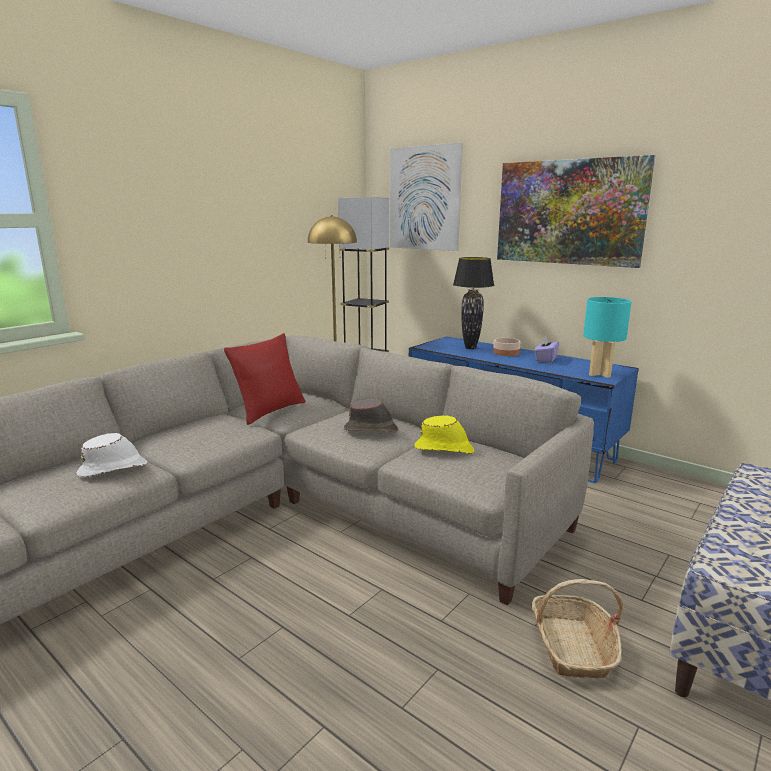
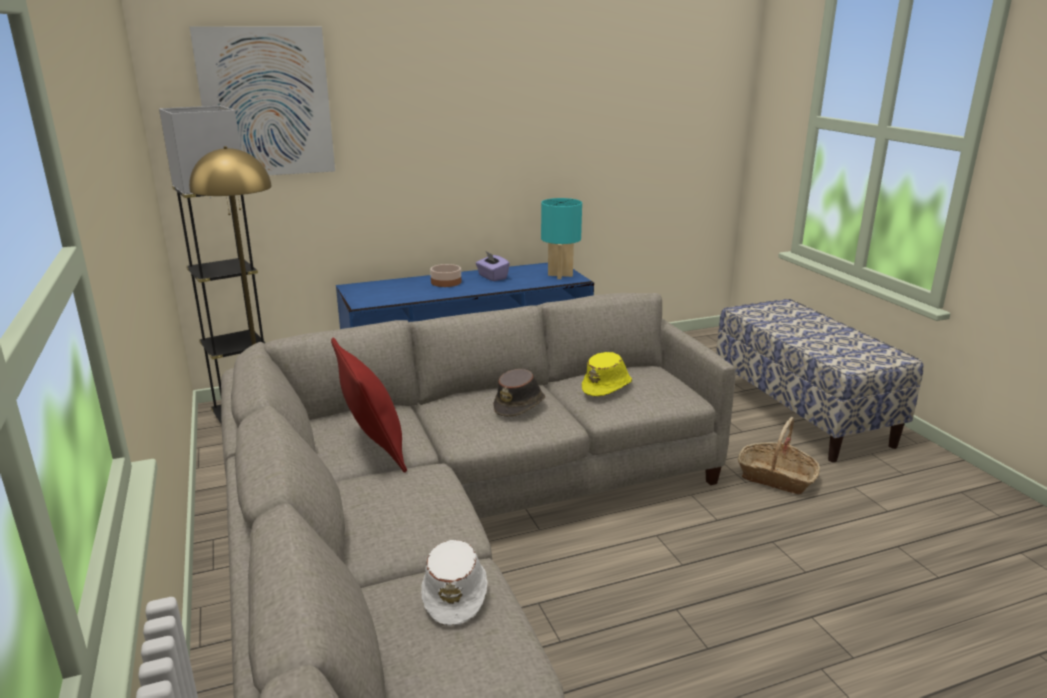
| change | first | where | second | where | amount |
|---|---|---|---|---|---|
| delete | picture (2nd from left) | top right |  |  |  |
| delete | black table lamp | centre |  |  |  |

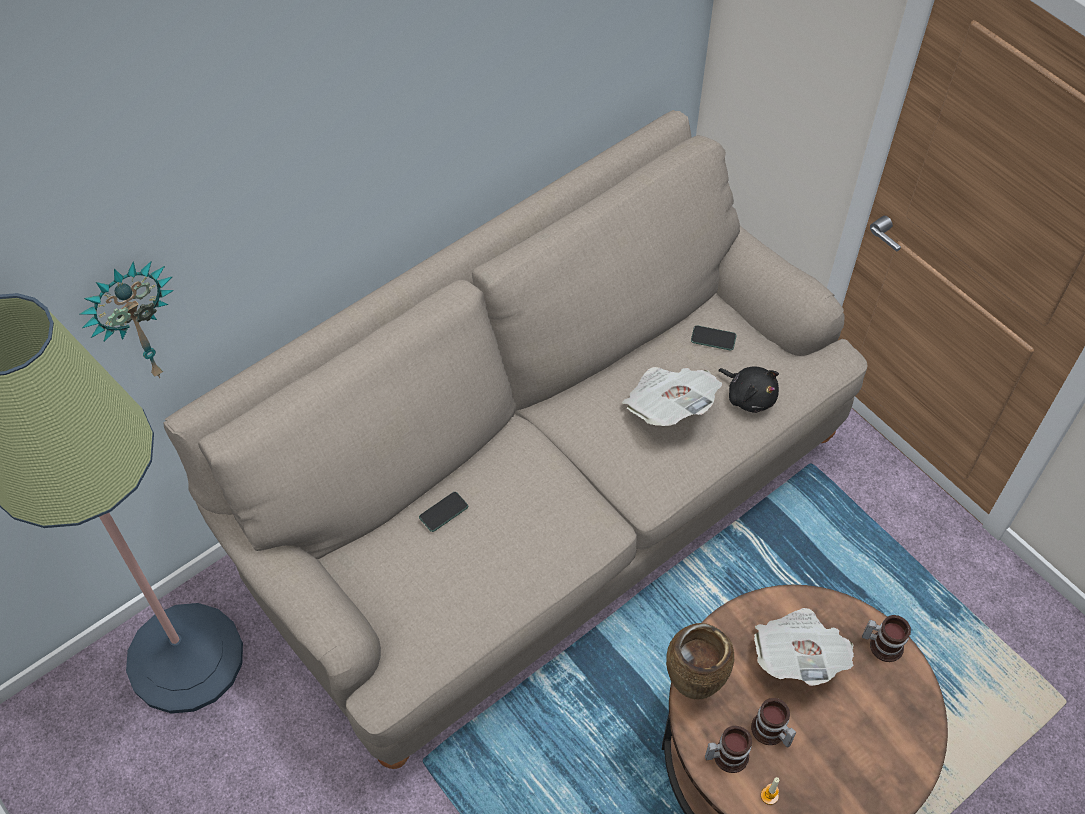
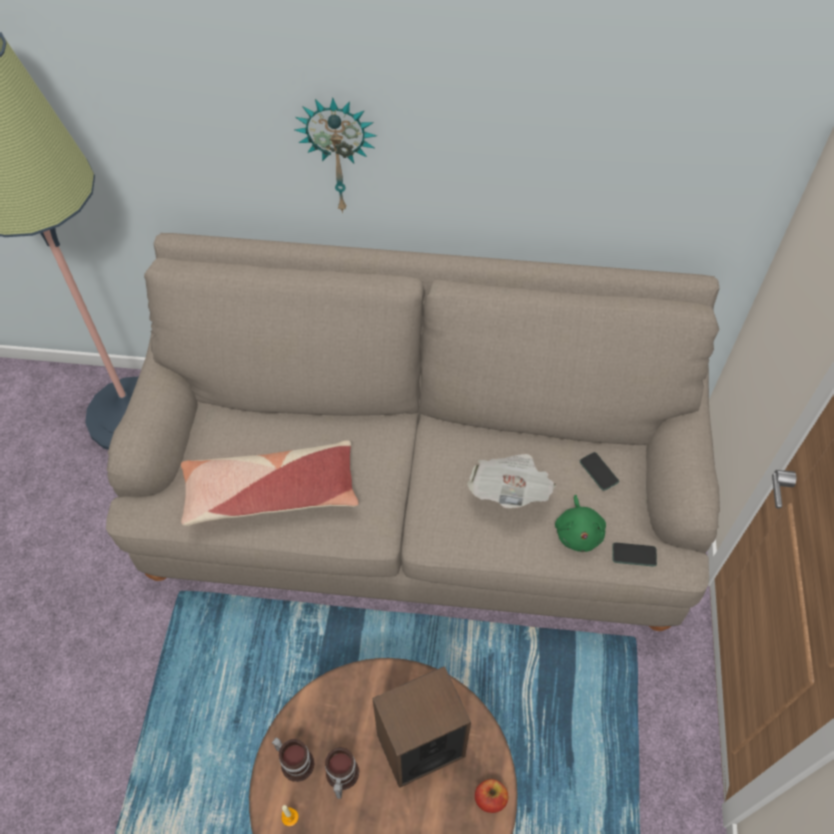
| change | first | where | second | where | amount |
|---|---|---|---|---|---|
| move | wall clock | middle left |  | top centre |  |
| recolor | black plush toy | middle right | green plush toy | middle right |  |
| move | phone (1st from left in the first image) | centre | phone (2nd from left) | middle right |  |
| replace | newspaper (2nd from left) | bottom right | speaker | bottom centre |  |
| replace | mug (3rd from left) | bottom right | apple | bottom centre |  |
| delete | brown vase | bottom centre |  |  |  |
| insert |  |  | pillow | middle left |  |

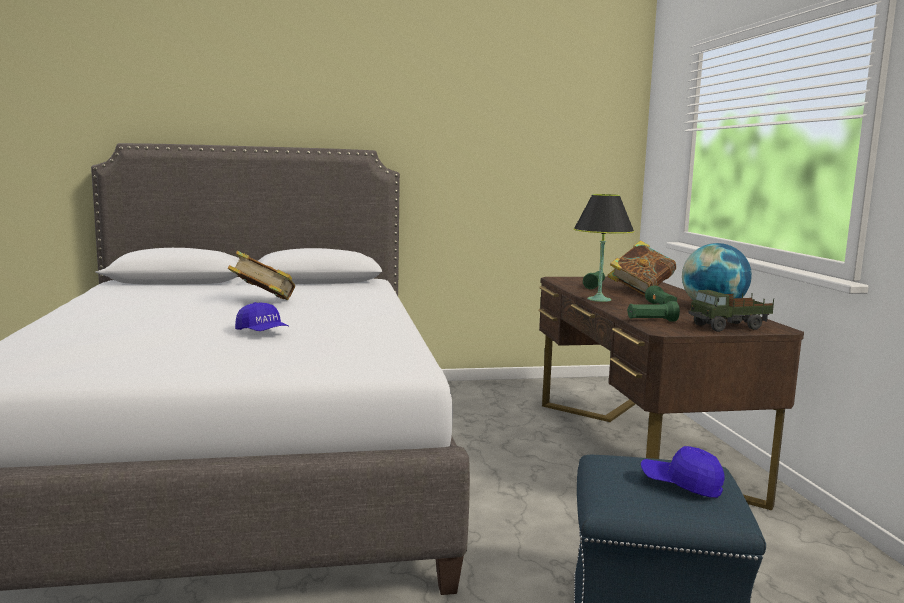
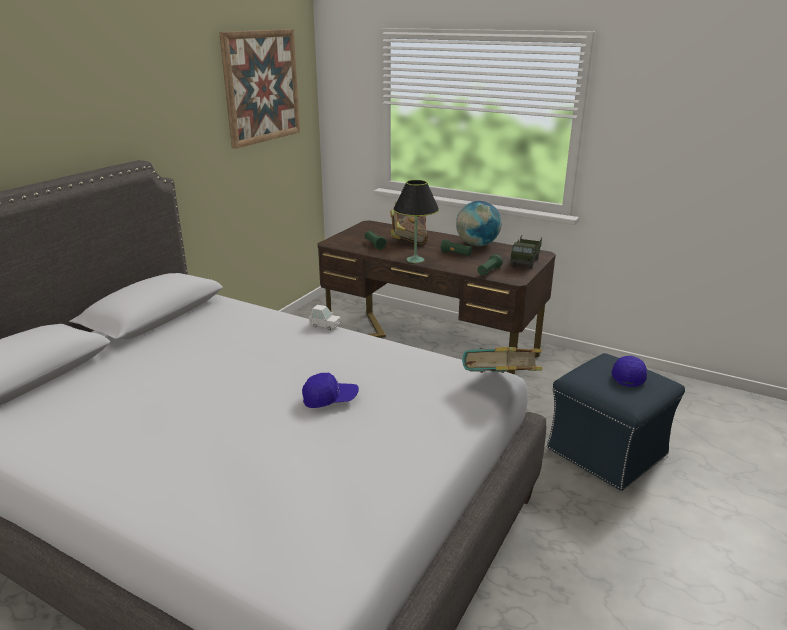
| change | first | where | second | where | amount |
|---|---|---|---|---|---|
| move | book (1st from left in the first image) | middle left | book (2nd from left) | centre |  |
| rotate | blue cap (2nd from left) | bottom right |  | middle right | 135 degrees clockwise |
| insert |  |  | picture | top left |  |
| insert |  |  | white toy car | centre |  |

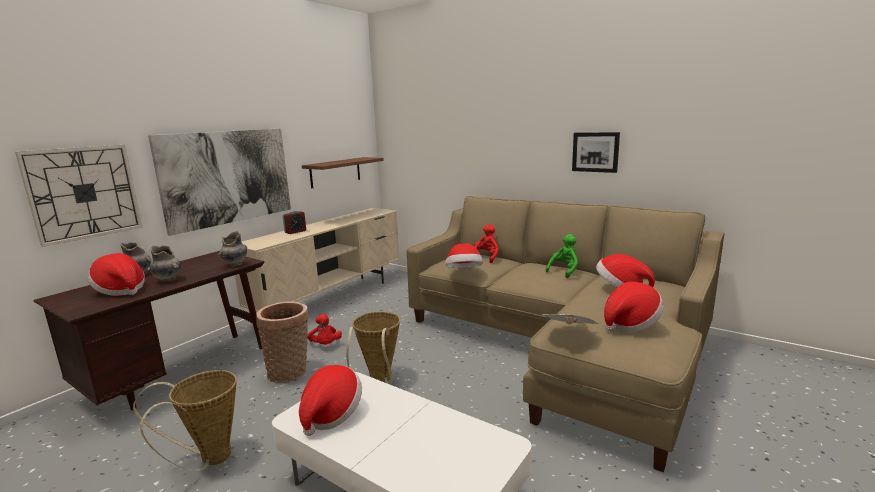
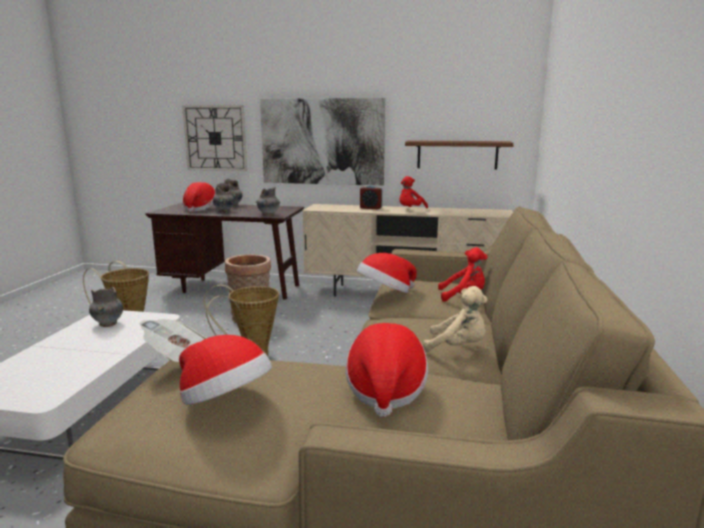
| change | first | where | second | where | amount |
|---|---|---|---|---|---|
| delete | picture (2nd from left) | top right |  |  |  |
| recolor | green plush toy | centre | beige plush toy | centre |  |
| move | red plush toy (1st from left) | bottom centre |  | centre |  |
| replace | hat (2nd from left) | bottom centre | grey vase (1st from left) | middle left |  |

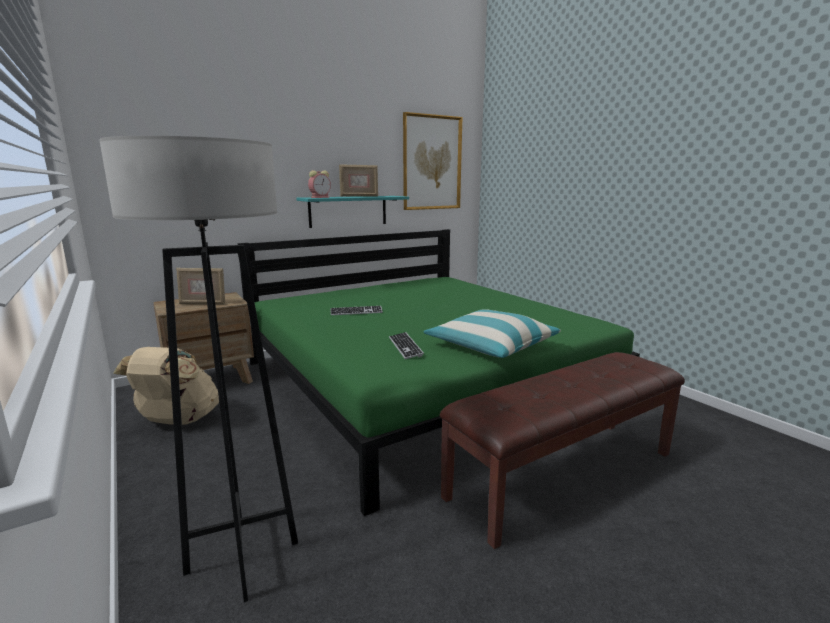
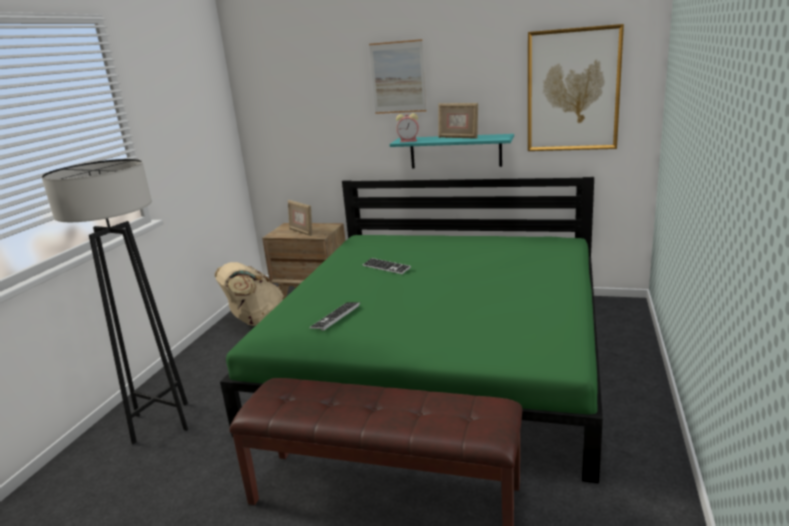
| change | first | where | second | where | amount |
|---|---|---|---|---|---|
| delete | pillow | centre |  |  |  |
| insert |  |  | picture (1st from left) | top centre |  |

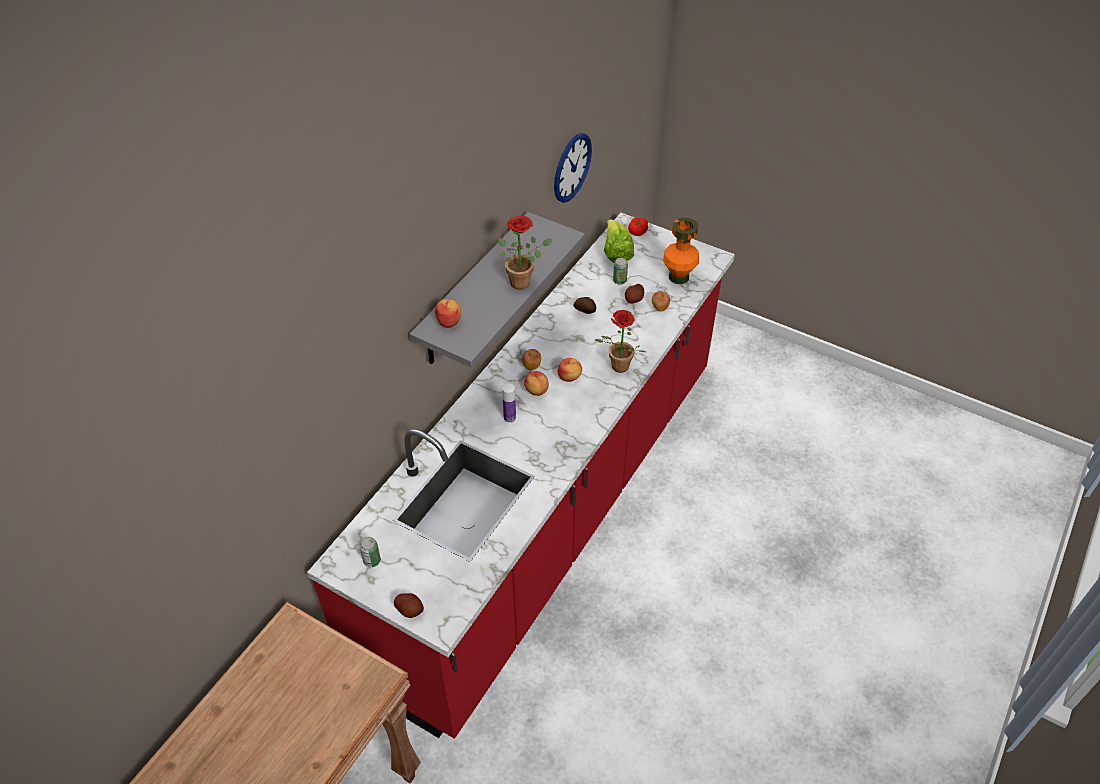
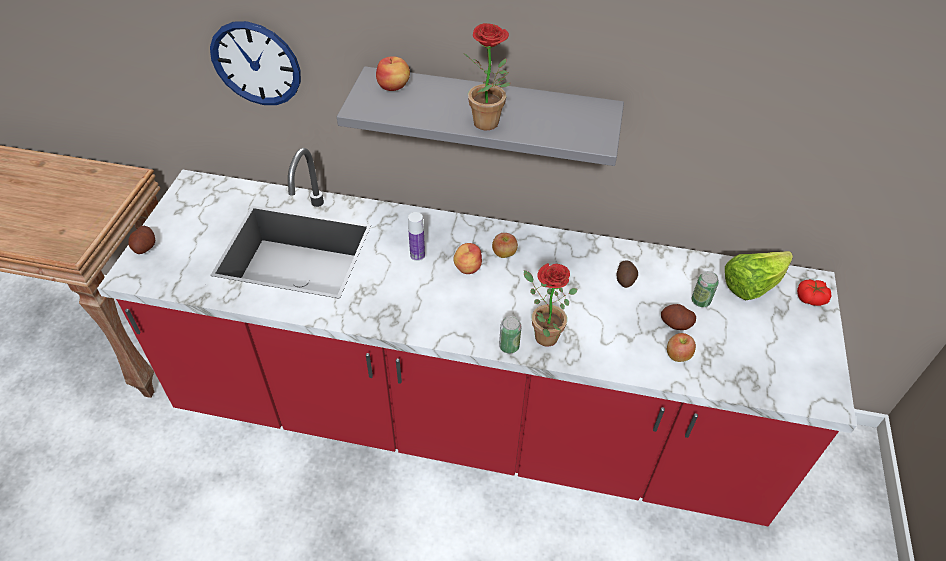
| change | first | where | second | where | amount |
|---|---|---|---|---|---|
| move | wall clock | top centre |  | top left |  |
| delete | orange vase | top centre |  |  |  |
| delete | apple (4th from left) | centre |  |  |  |
| move | can (1st from left) | bottom centre |  | centre |  |

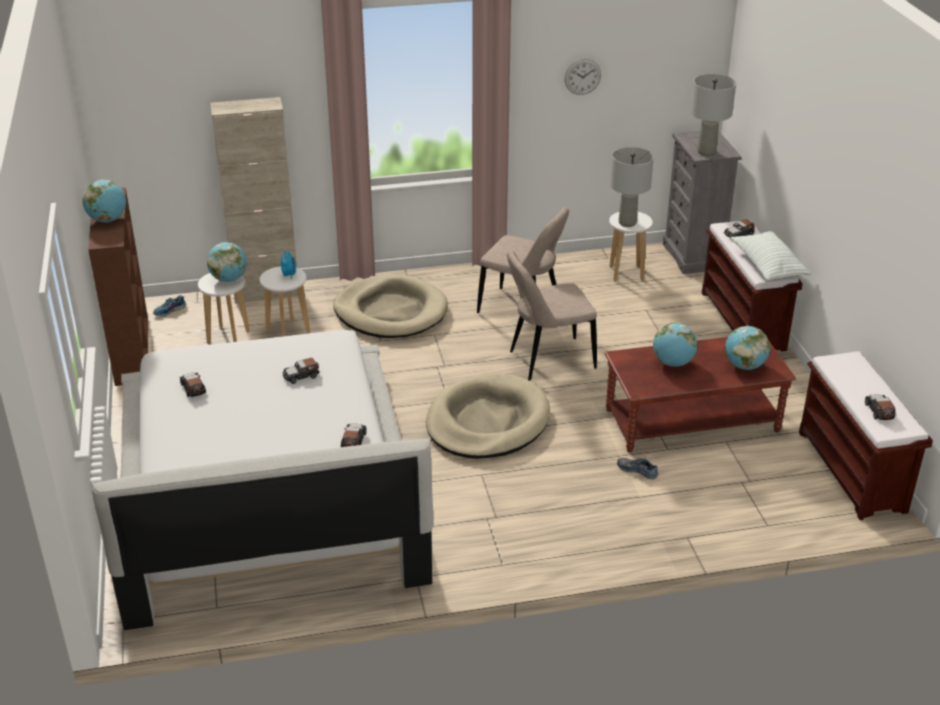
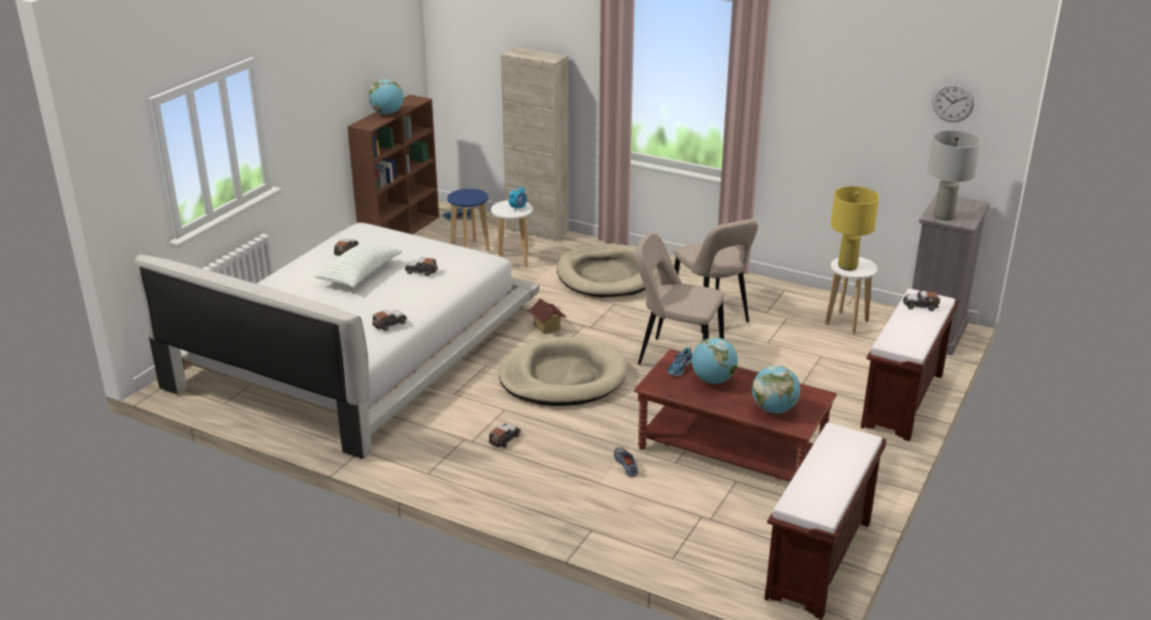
| change | first | where | second | where | amount |
|---|---|---|---|---|---|
| move | wall clock | top centre |  | top right |  |
| recolor | grey table lamp (1st from left) | top right | yellow table lamp | middle right |  |
| move | pillow | middle right |  | middle left |  |
| delete | globe (2nd from left) | middle left |  |  |  |
| recolor | white stool (1st from left) | middle left | blue stool | centre |  |
| move | toy car (5th from left in the first image) | middle right | toy car (4th from left) | bottom centre |  |
| insert |  |  | toy house | centre |  |
| insert |  |  | shoe (3rd from left) | centre |  |

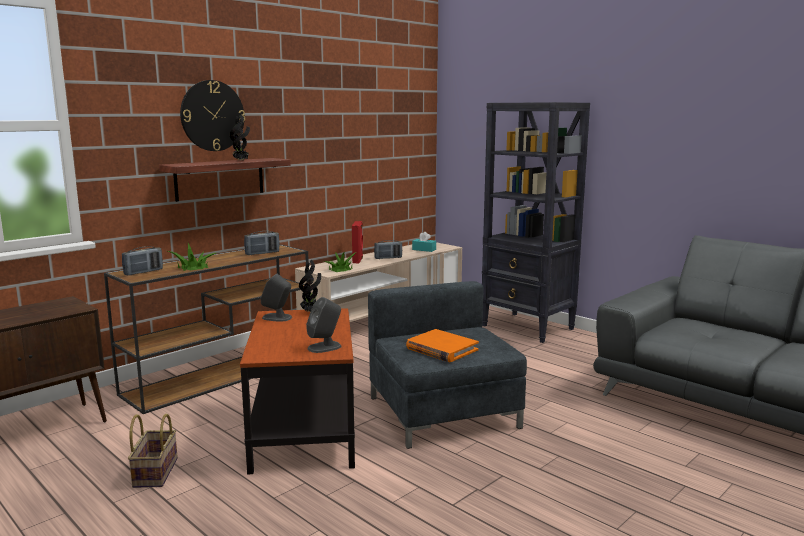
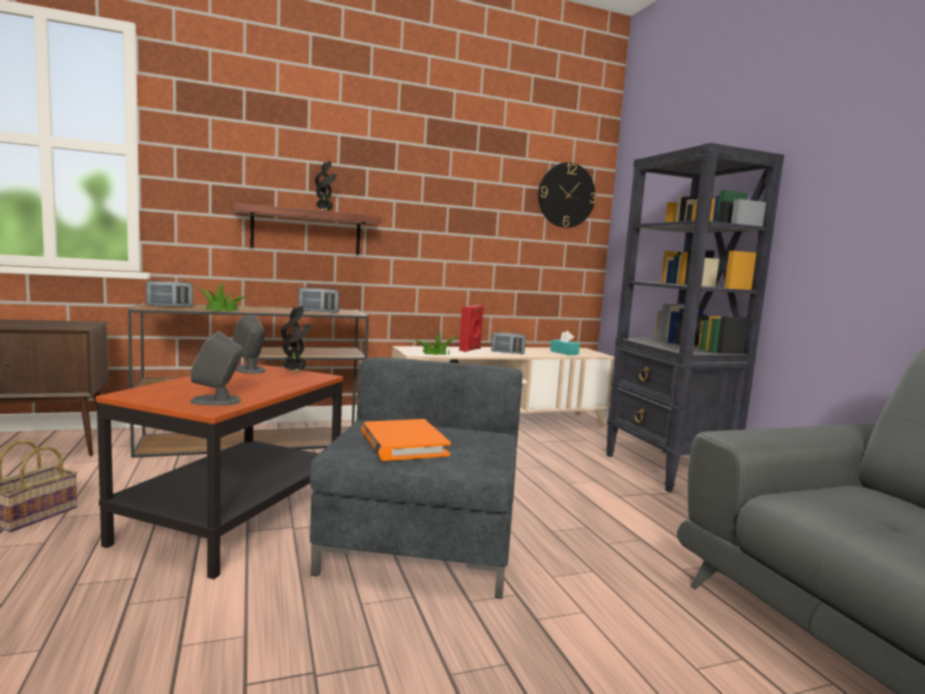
| change | first | where | second | where | amount |
|---|---|---|---|---|---|
| move | wall clock | top left |  | top centre |  |

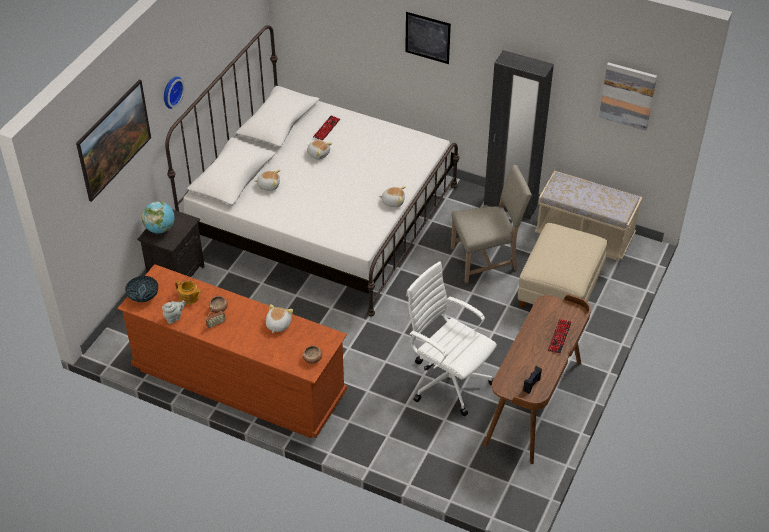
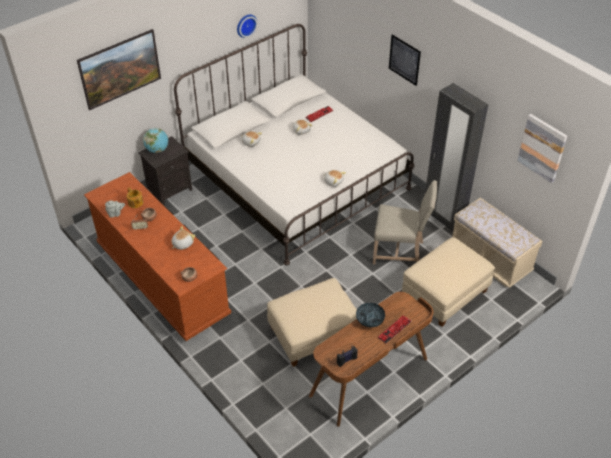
| change | first | where | second | where | amount |
|---|---|---|---|---|---|
| move | wall clock | top left |  | top centre |  |
| replace | white office chair | centre | beige ottoman (1st from left) | bottom centre |  |
| move | bowl (1st from left in the first image) | middle left | bowl (3rd from left) | bottom centre |  |

